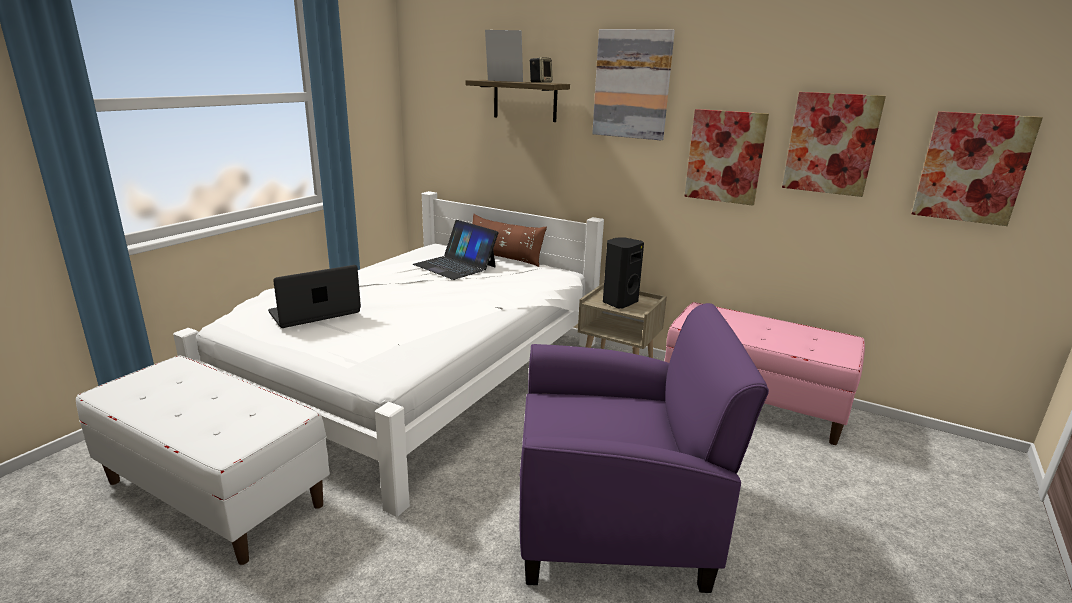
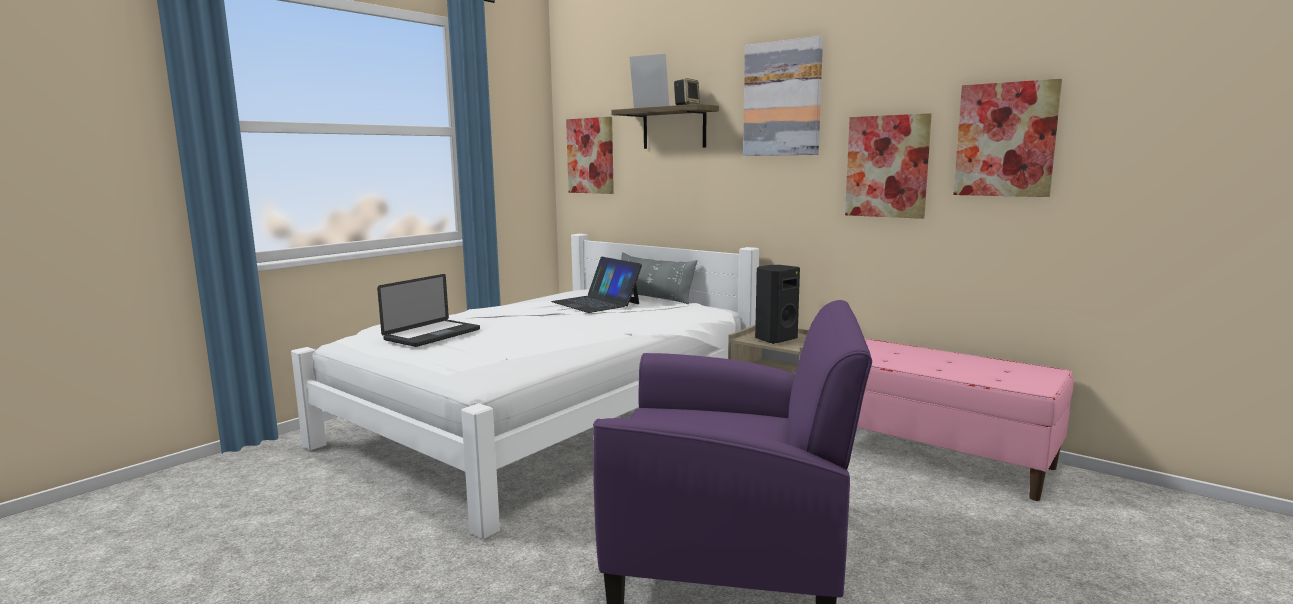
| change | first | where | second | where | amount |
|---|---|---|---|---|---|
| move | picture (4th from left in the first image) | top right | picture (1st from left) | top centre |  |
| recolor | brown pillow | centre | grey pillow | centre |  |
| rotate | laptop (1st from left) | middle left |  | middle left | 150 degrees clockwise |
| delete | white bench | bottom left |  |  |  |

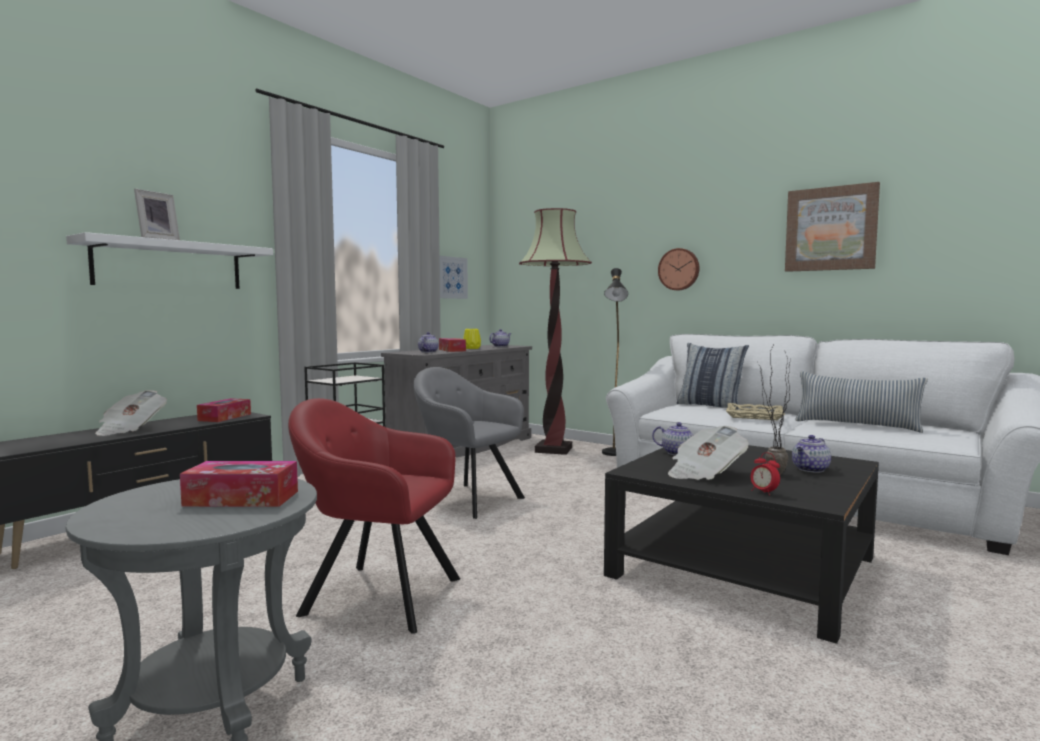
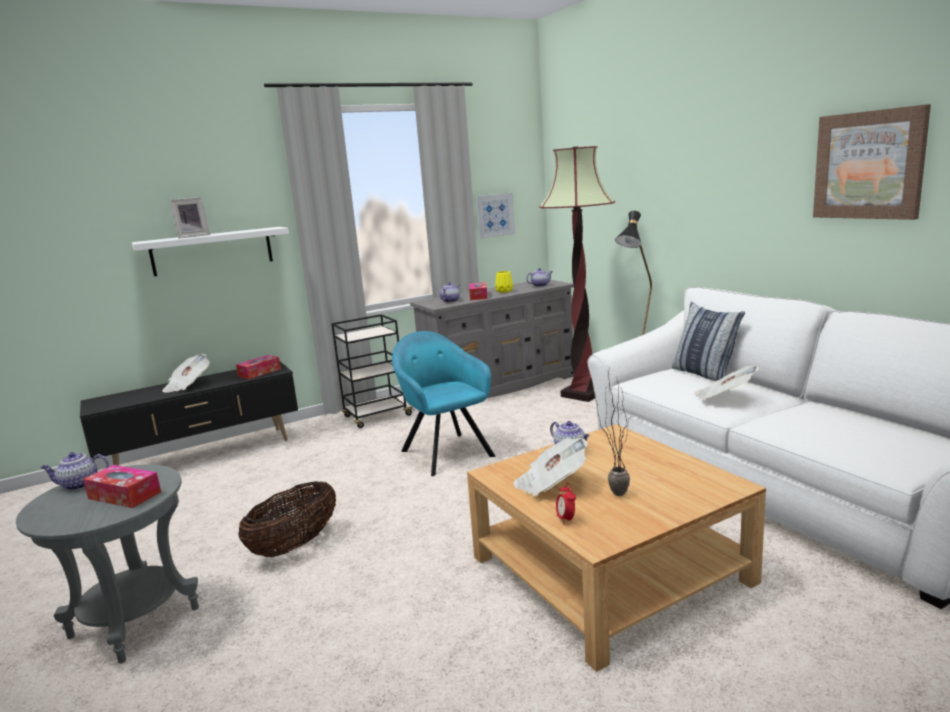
| change | first | where | second | where | amount |
|---|---|---|---|---|---|
| delete | wall clock | centre |  |  |  |
| recolor | grey armchair | centre | turquoise armchair | centre |  |
| delete | pillow (2nd from left) | middle right |  |  |  |
| replace | red armchair | bottom centre | basket | bottom left |  |
| replace | beige tray | middle right | newspaper (3rd from left) | middle right |  |
| move | teapot (4th from left in the first image) | middle right | teapot (1st from left) | middle left |  |
| recolor | black coffee table | bottom right | beige coffee table | bottom centre |  |

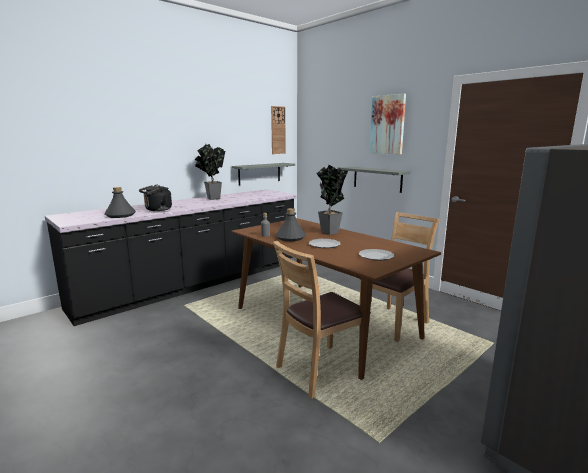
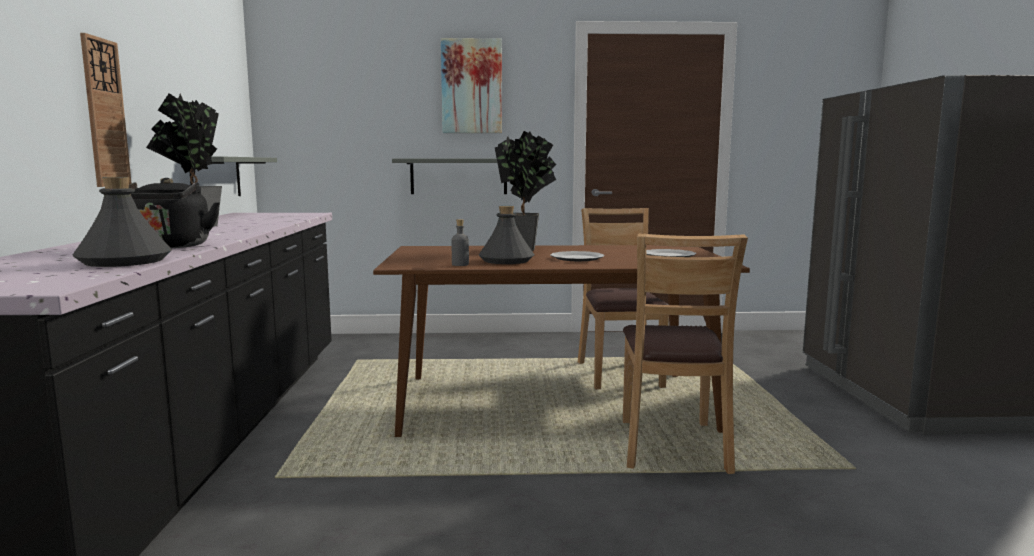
| change | first | where | second | where | amount |
|---|---|---|---|---|---|
| move | wall clock | top centre |  | top left |  |

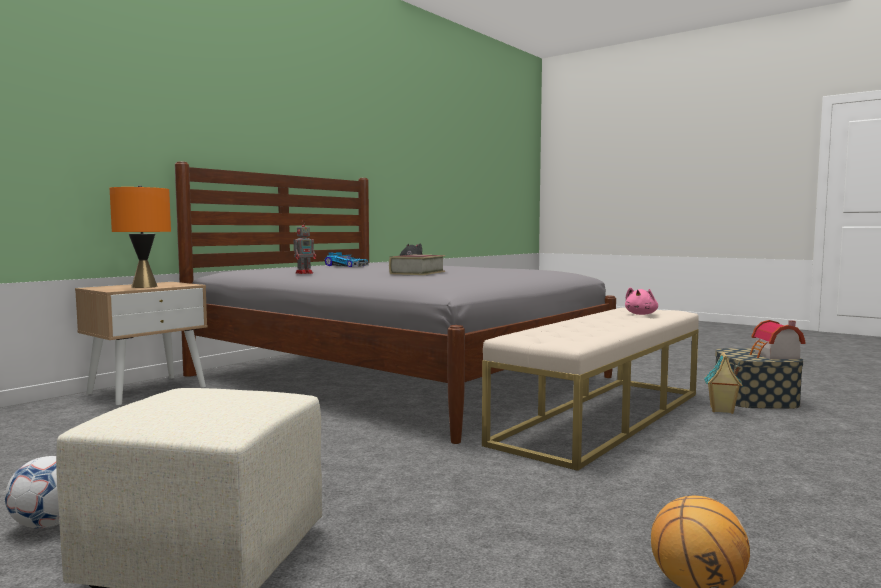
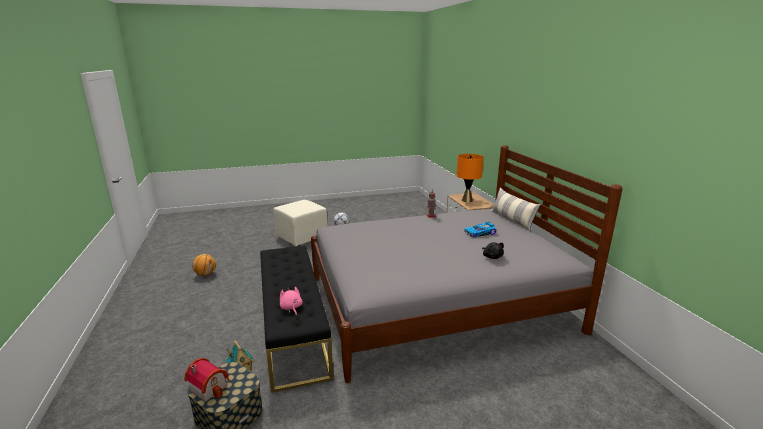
| change | first | where | second | where | amount |
|---|---|---|---|---|---|
| delete | book | centre |  |  |  |
| recolor | beige bench | middle right | black bench | bottom centre |  |
| insert |  |  | pillow | middle right |  |

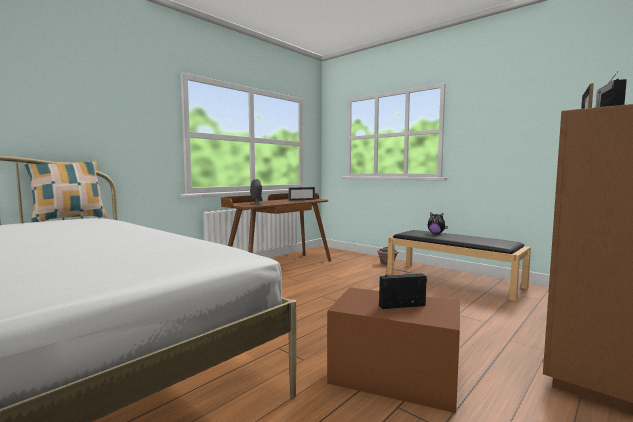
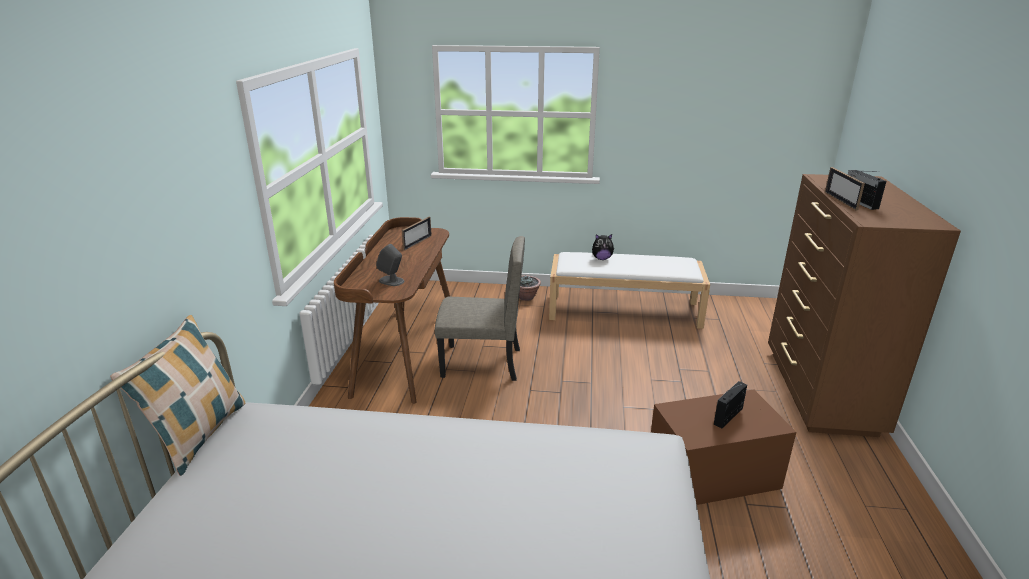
| change | first | where | second | where | amount |
|---|---|---|---|---|---|
| recolor | black bench | middle right | white bench | centre |  |
| insert |  |  | beige chair | centre |  |

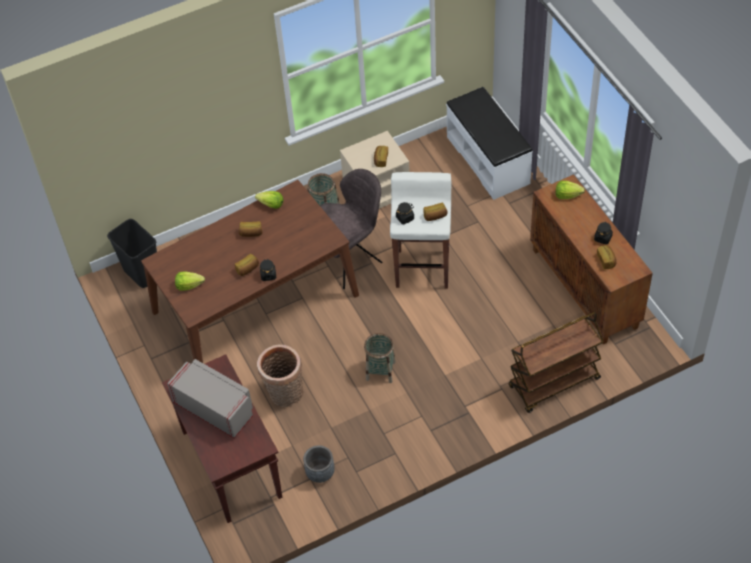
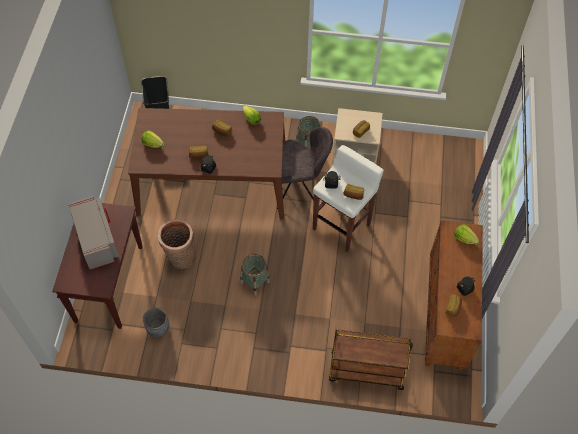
| change | first | where | second | where | amount |
|---|---|---|---|---|---|
| delete | white bench | top centre |  |  |  |

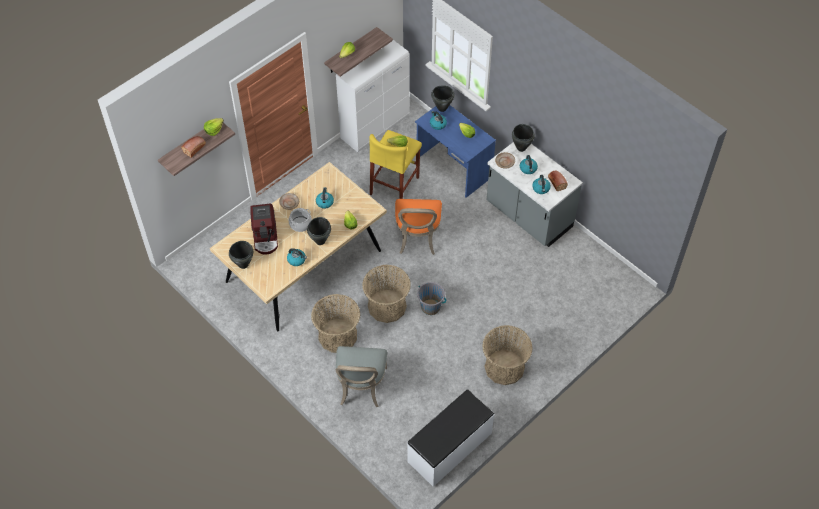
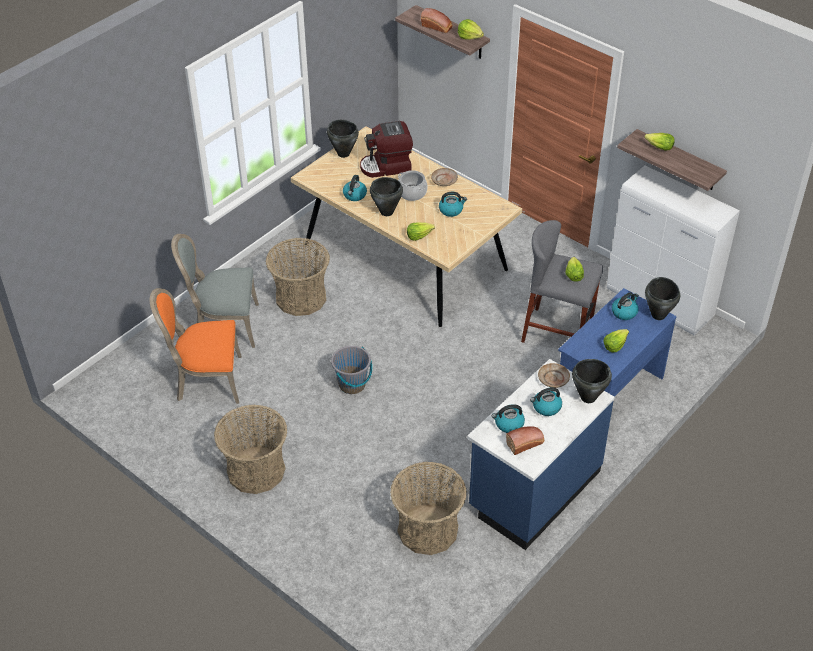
| change | first | where | second | where | amount |
|---|---|---|---|---|---|
| recolor | yellow stool | top centre | grey stool | middle right |  |
| recolor | grey counter | centre | blue counter | bottom centre |  |
| move | orange chair | centre |  | middle left |  |
| move | basket (2nd from left in the first image) | centre | basket (3rd from left) | bottom centre |  |
| delete | white bench | bottom centre |  |  |  |

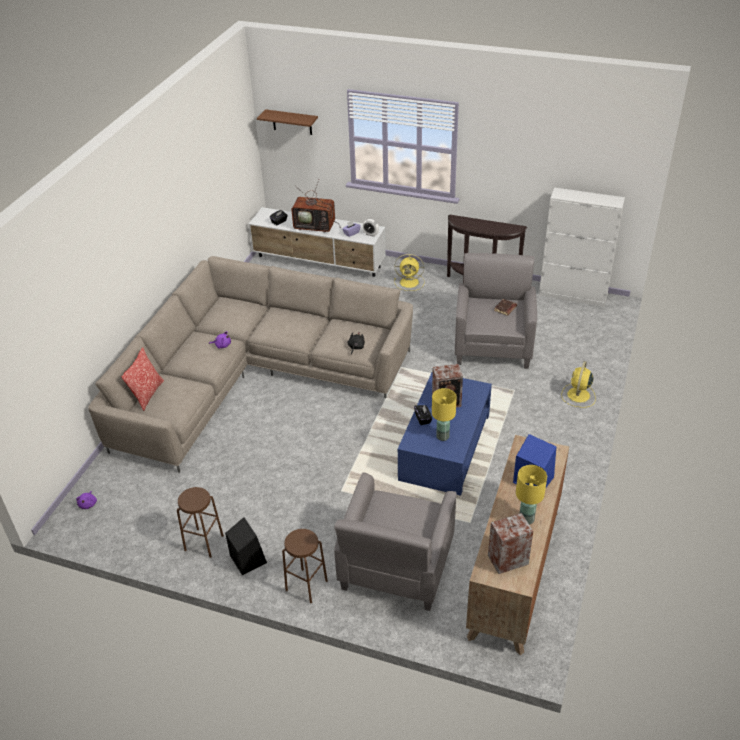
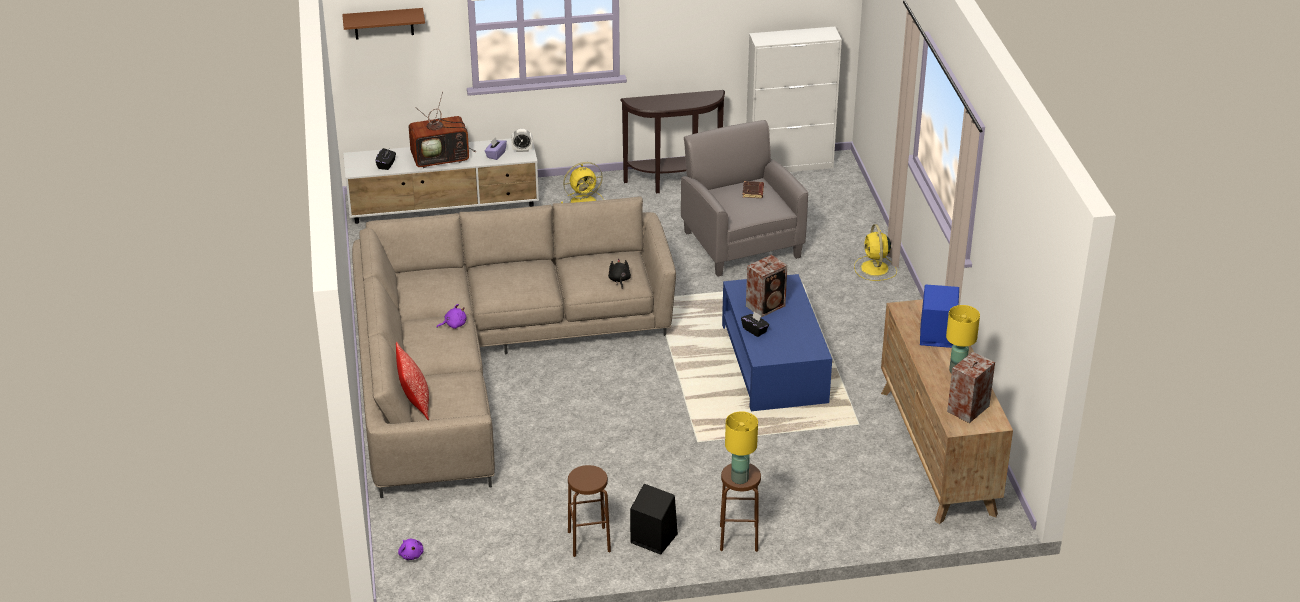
| change | first | where | second | where | amount |
|---|---|---|---|---|---|
| move | yellow table lamp (1st from left) | centre |  | bottom centre |  |
| delete | grey armchair (1st from left) | bottom centre |  |  |  |

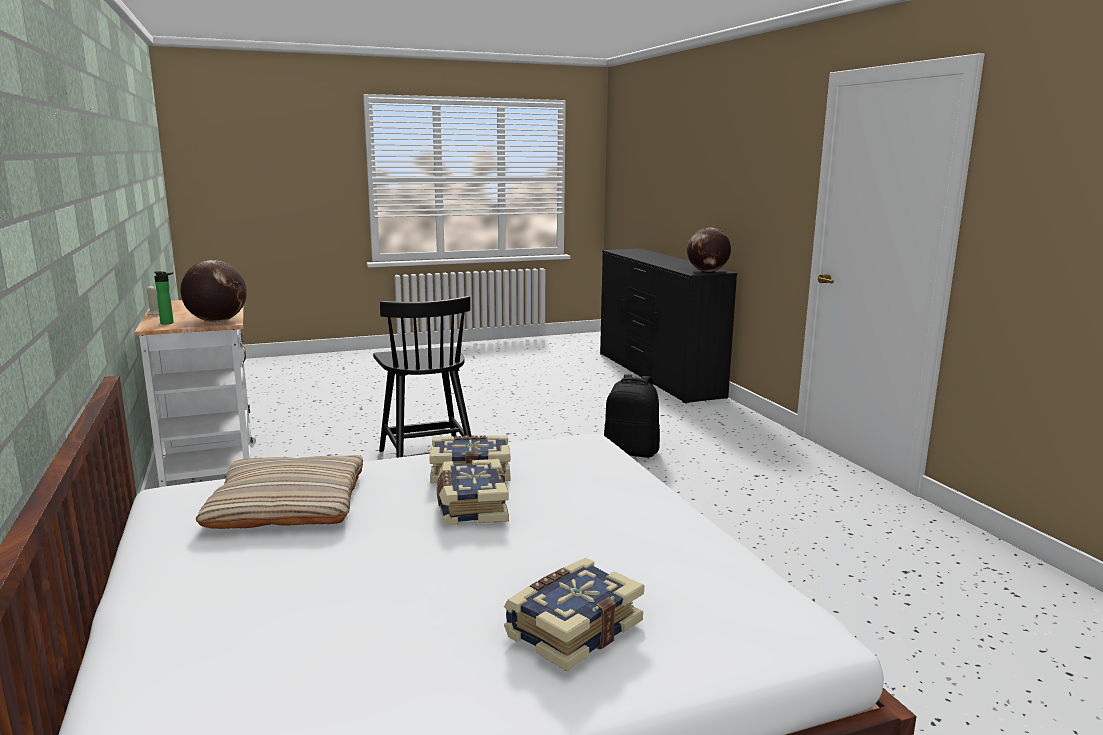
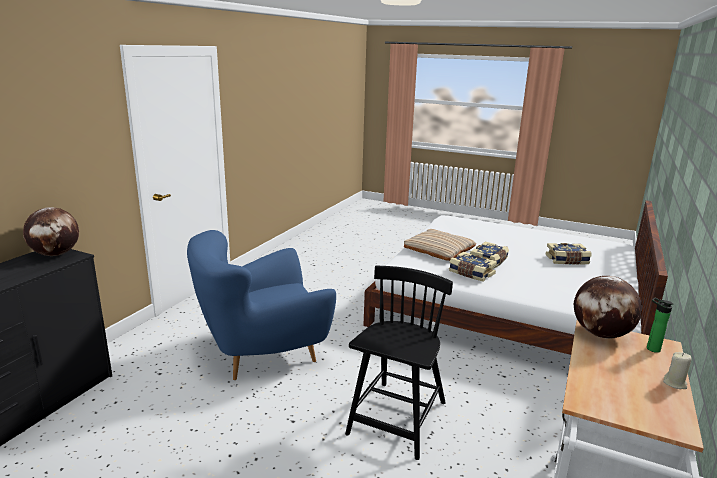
| change | first | where | second | where | amount |
|---|---|---|---|---|---|
| replace | black backpack | centre | blue armchair | centre |  |
| move | beige pillow | bottom left |  | centre |  |
| move | book (3rd from left) | bottom centre |  | middle right |  |

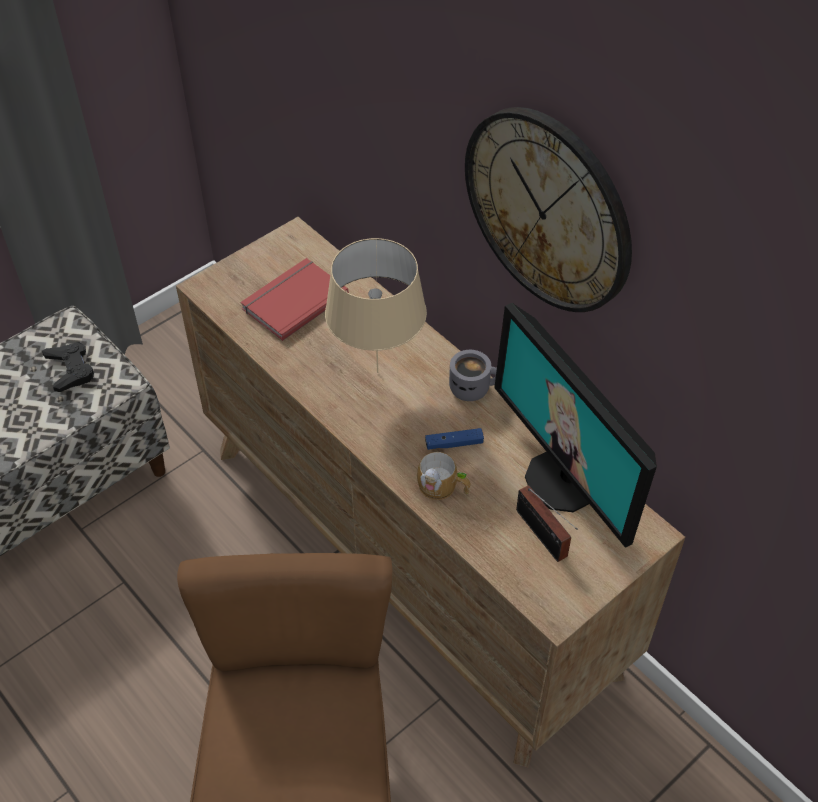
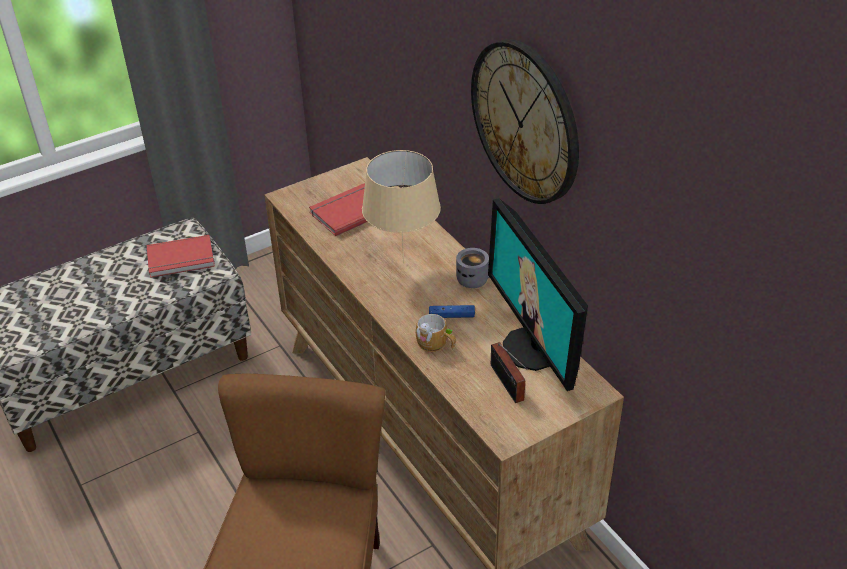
| change | first | where | second | where | amount |
|---|---|---|---|---|---|
| replace | black game controller | middle left | red book (1st from left) | middle left |  |

